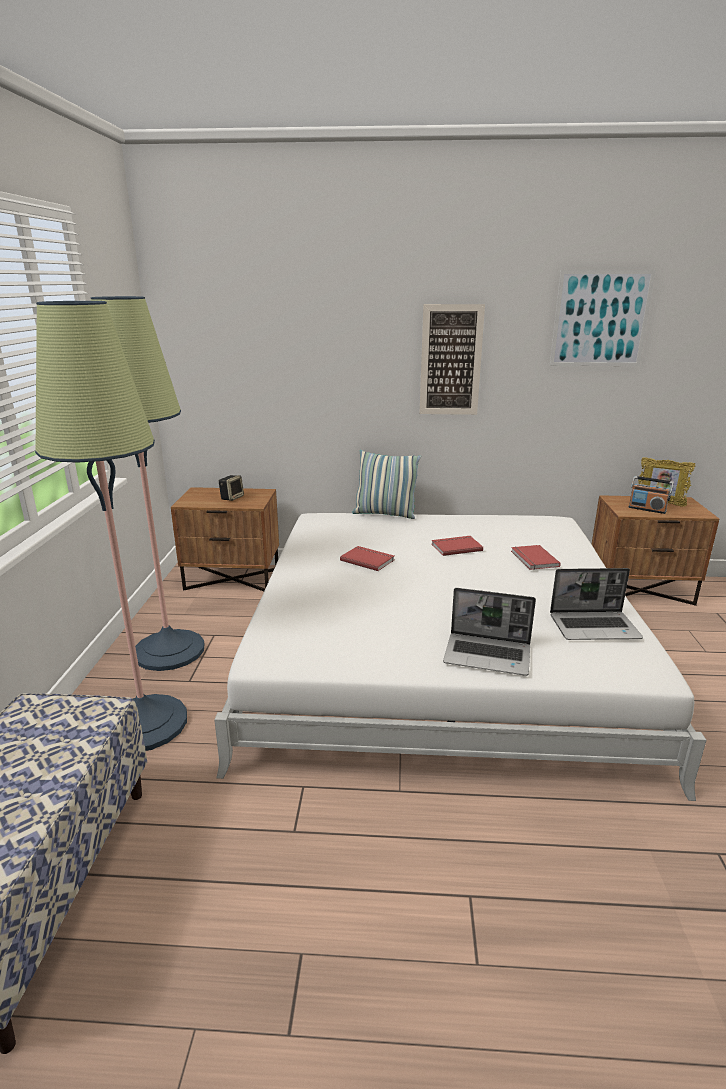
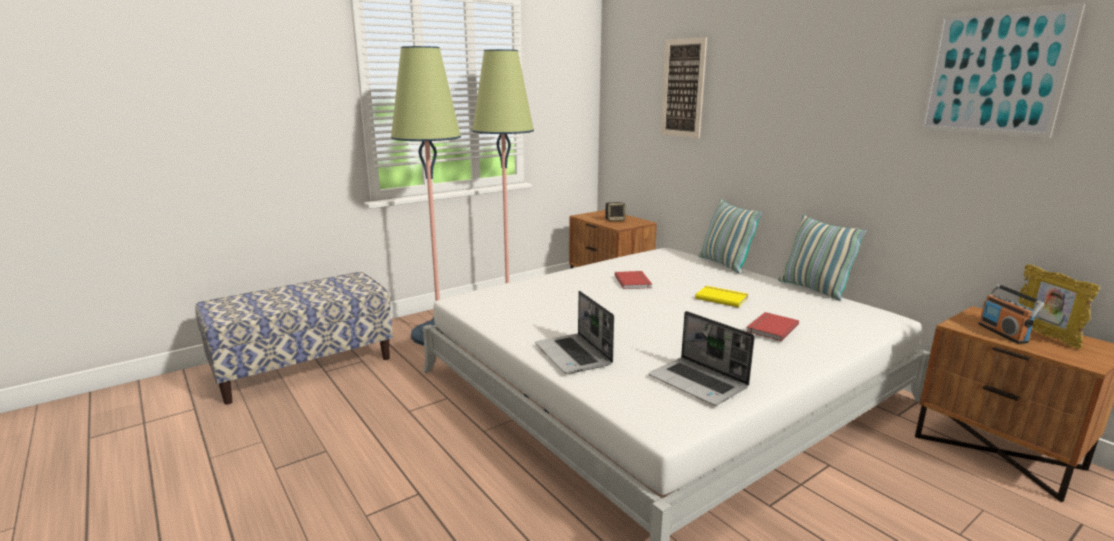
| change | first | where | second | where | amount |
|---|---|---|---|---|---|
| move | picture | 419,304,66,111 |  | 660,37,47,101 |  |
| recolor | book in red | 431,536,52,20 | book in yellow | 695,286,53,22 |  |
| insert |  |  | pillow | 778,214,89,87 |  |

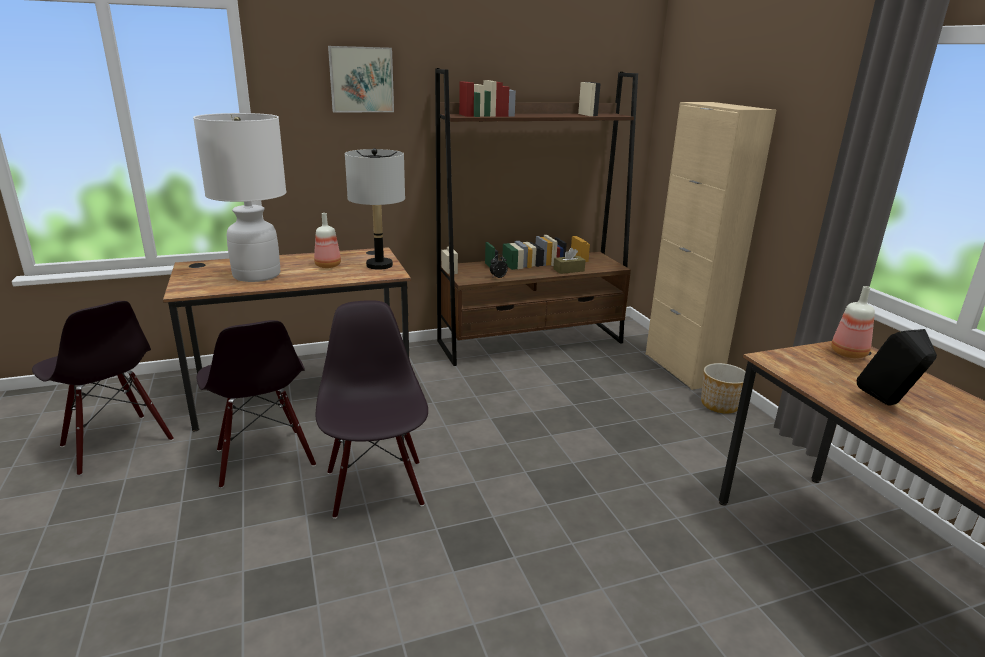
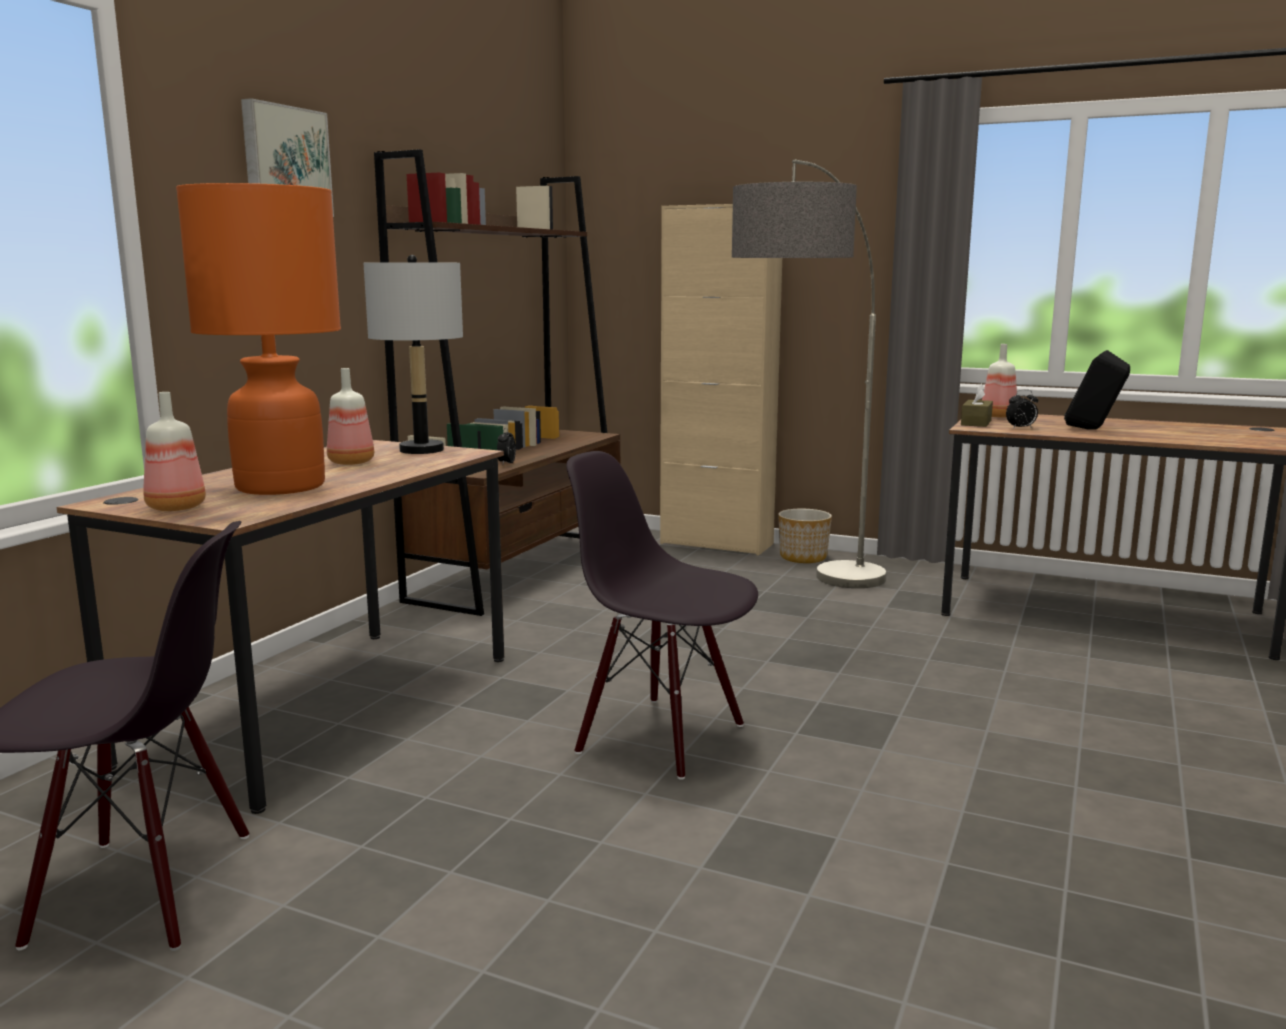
| change | first | where | second | where | amount |
|---|---|---|---|---|---|
| recolor | table lamp in white | 193,113,93,169 | table lamp in orange | 176,183,165,312 |  |
| delete | chair in black | 197,320,119,168 |  |  |  |
| move | tissue box in brown | 553,248,33,26 |  | 961,383,32,44 |  |
| insert |  |  | bottle | 143,392,63,119 |  |
| insert |  |  | floor lamp | 732,159,154,429 |  |
| insert |  |  | alarm clock | 1006,389,32,40 |  |

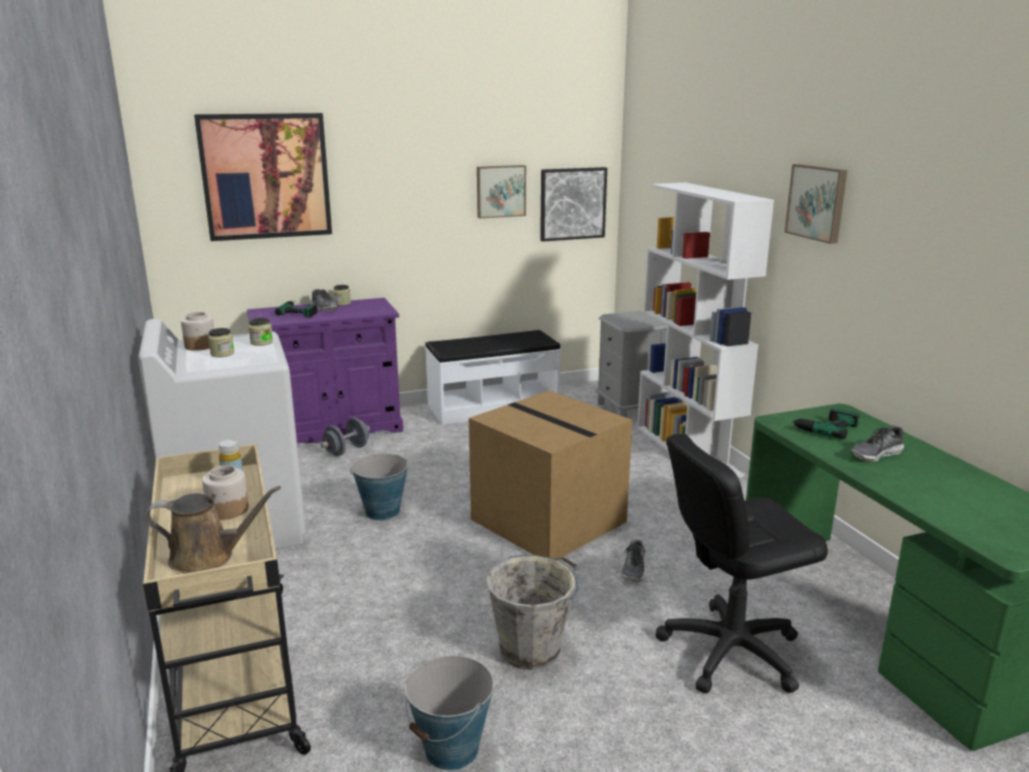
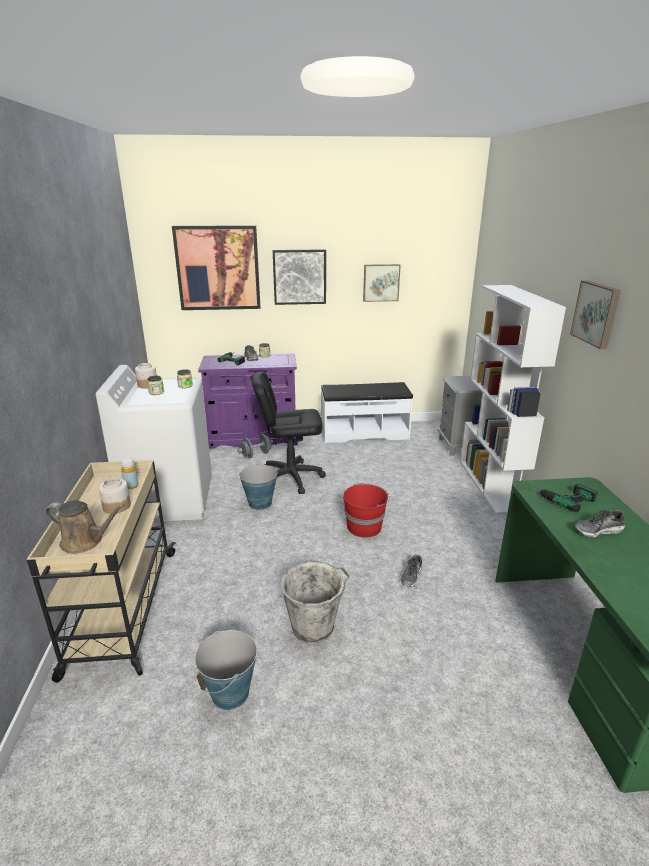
| change | first | where | second | where | amount |
|---|---|---|---|---|---|
| replace | cardboard box | 469,390,163,171 | bucket in red | 343,483,47,55 |  |
| move | picture | 540,167,67,75 |  | 273,249,53,56 |  |
| move | office chair in black | 655,434,173,259 |  | 252,372,74,122 |  |

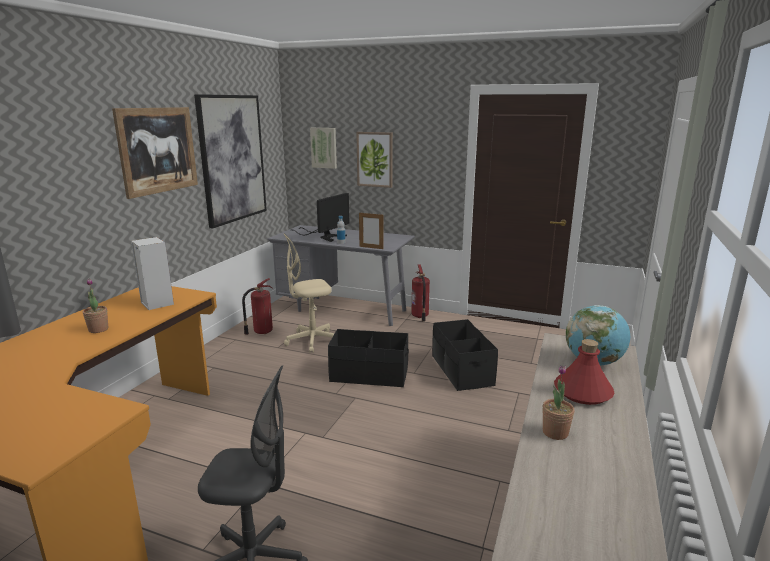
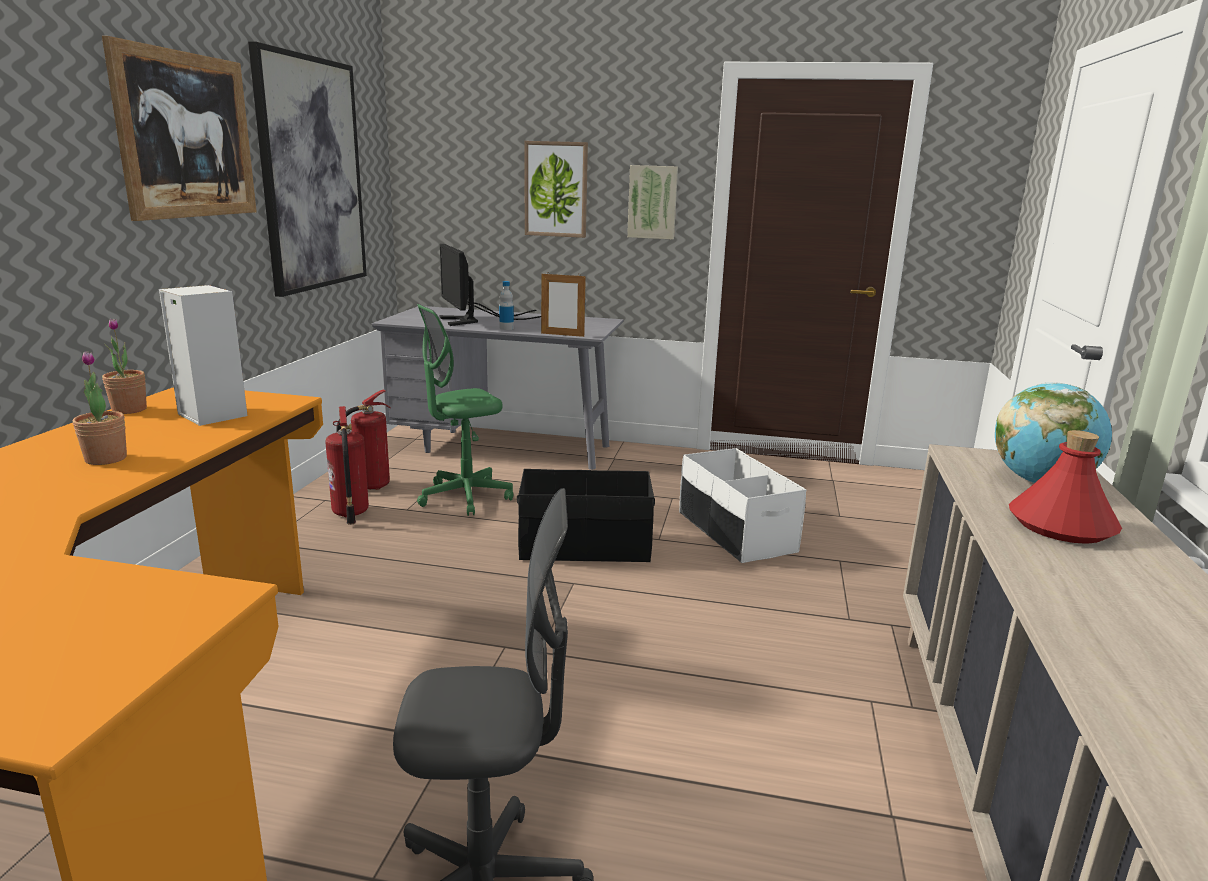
| change | first | where | second | where | amount |
|---|---|---|---|---|---|
| recolor | office chair in beige | 284,233,51,120 | office chair in green | 417,304,96,212 |  |
| rotate | monitor | 291,193,58,49 |  | 439,244,102,82 | 135 degrees clockwise |
| move | picture | 310,128,27,41 |  | 627,165,51,74 |  |
| move | fire extinguisher | 411,264,19,57 |  | 325,406,44,119 |  |
| recolor | storage box in black | 432,319,66,72 | storage box in white | 679,448,127,115 |  |
| move | potted plant | 542,365,33,75 |  | 102,318,45,96 |  |

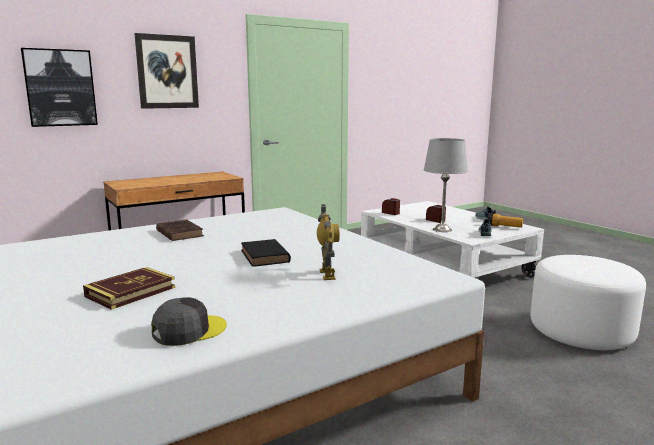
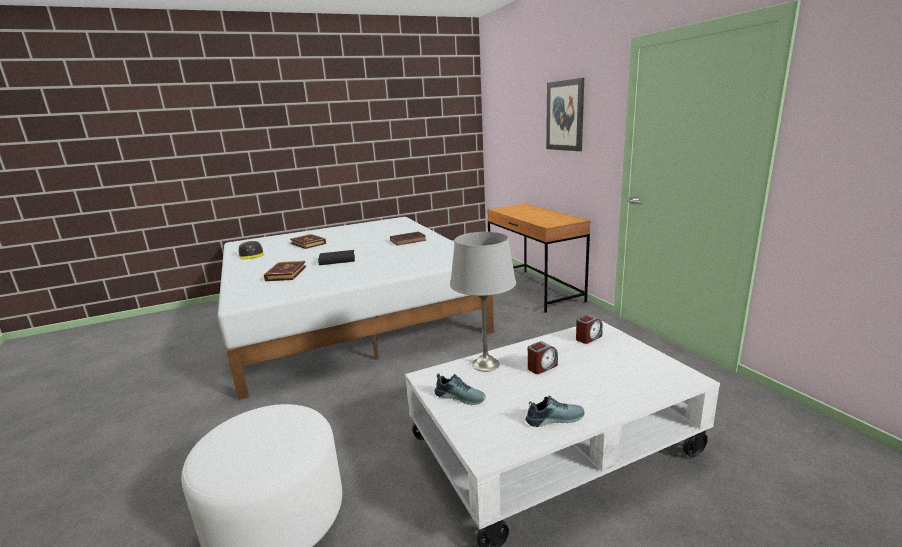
| change | first | where | second | where | amount |
|---|---|---|---|---|---|
| delete | picture | 21,48,77,79 |  |  |  |
| replace | toy robot | 317,205,23,75 | book | 264,261,42,20 |  |
| delete | flashlight | 488,213,35,15 |  |  |  |

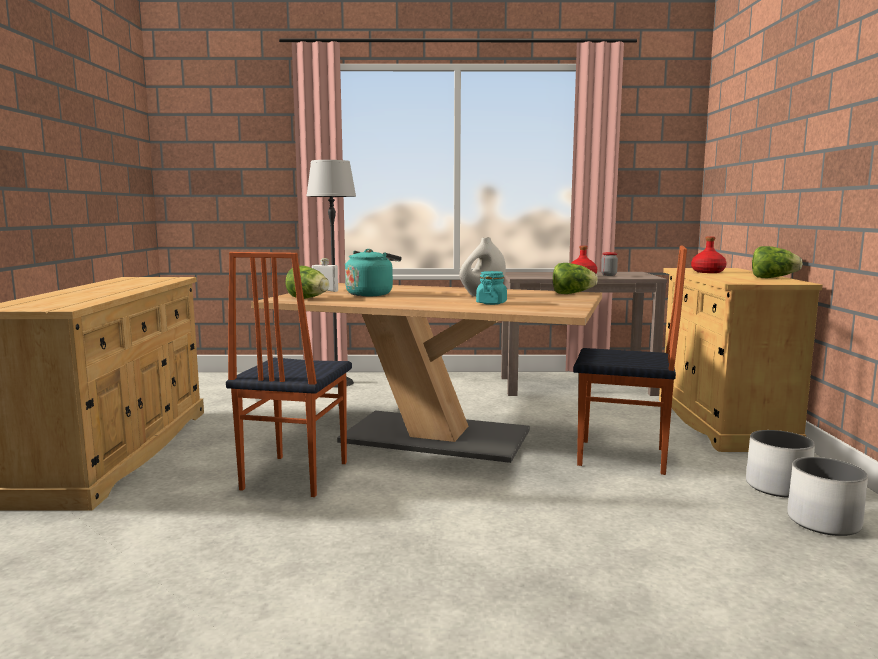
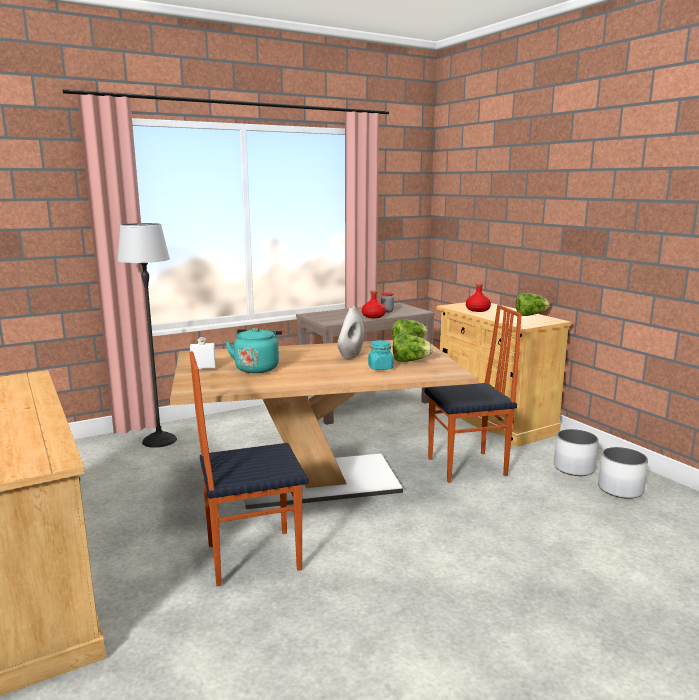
| change | first | where | second | where | amount |
|---|---|---|---|---|---|
| rotate | chair | 226,252,126,245 |  | 189,351,119,235 | 90 degrees clockwise |
| move | lettuce | 285,266,44,33 |  | 393,334,40,28 |  |

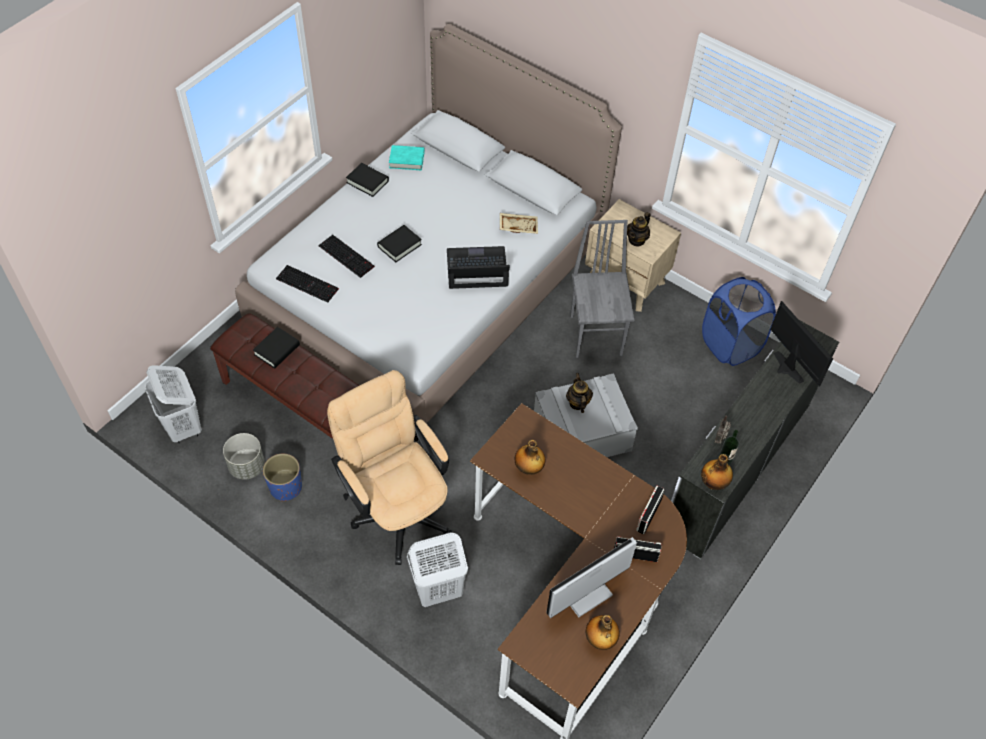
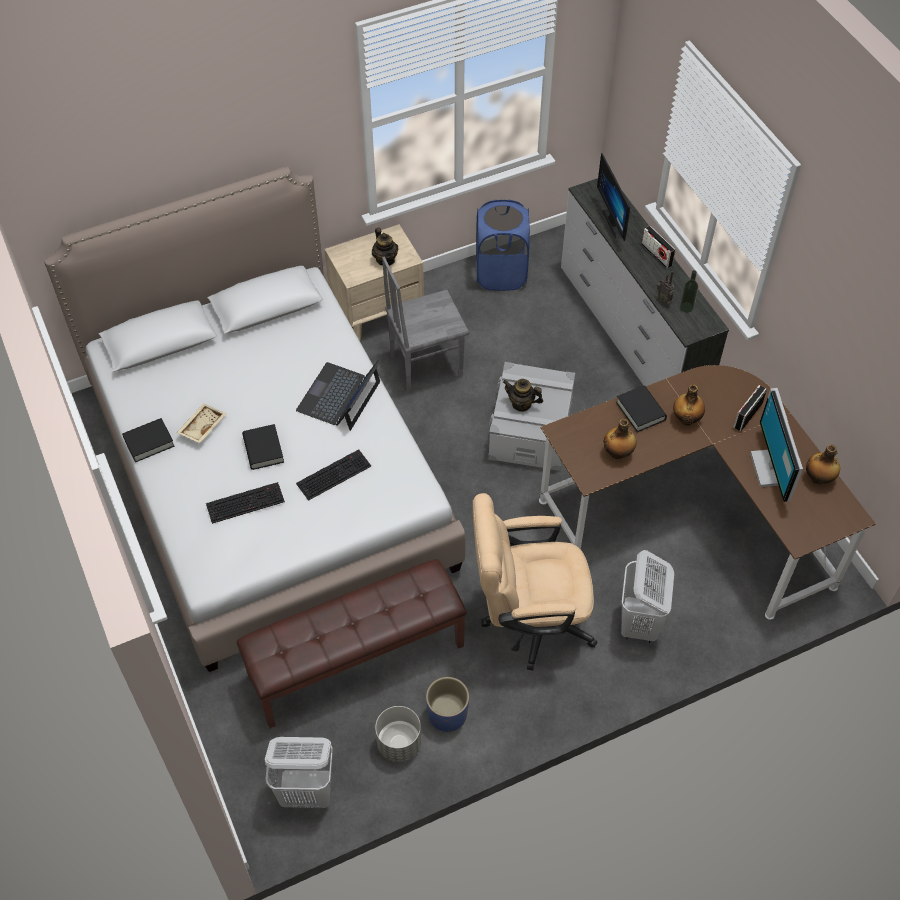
| change | first | where | second | where | amount |
|---|---|---|---|---|---|
| move | book in black | 253,327,47,41 |  | 616,385,51,47 |  |
| move | keyboard | 276,265,63,38 |  | 296,449,75,52 |  |
| delete | book in turquoise | 389,145,36,25 |  |  |  |
| move | tray in beige | 500,213,38,21 |  | 176,403,50,40 |  |
| rotate | chair in grey | 570,220,65,138 |  | 382,257,87,136 | 45 degrees counterclockwise |
| move | radio | 636,486,29,48 |  | 642,226,34,42 |  |
| move | bottle | 701,454,32,36 |  | 673,384,32,42 |  |
| rotate | monitor | 770,301,63,86 |  | 597,153,33,88 | 105 degrees counterclockwise |

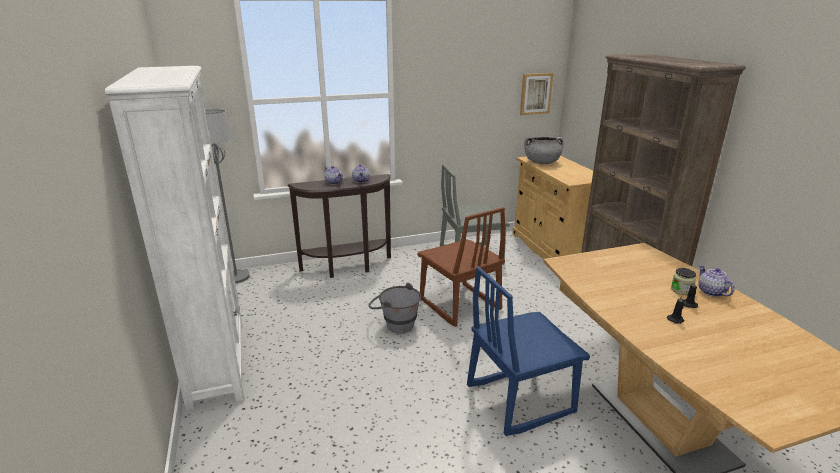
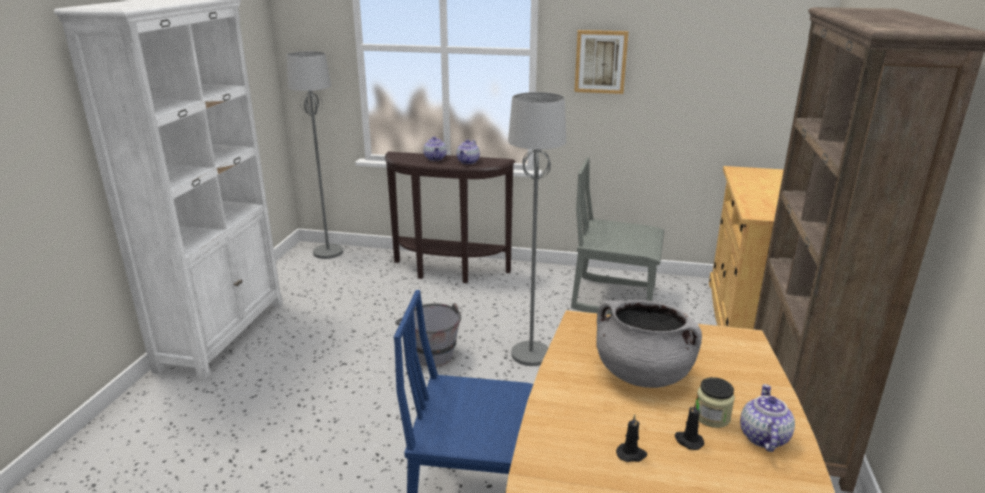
| change | first | where | second | where | amount |
|---|---|---|---|---|---|
| replace | chair in brown | 417,207,89,120 | floor lamp in grey | 508,92,58,274 |  |
| move | picture | 520,73,34,42 |  | 574,30,55,64 |  |
| move | cooking pot in grey | 524,136,40,28 |  | 596,300,106,88 |  |

